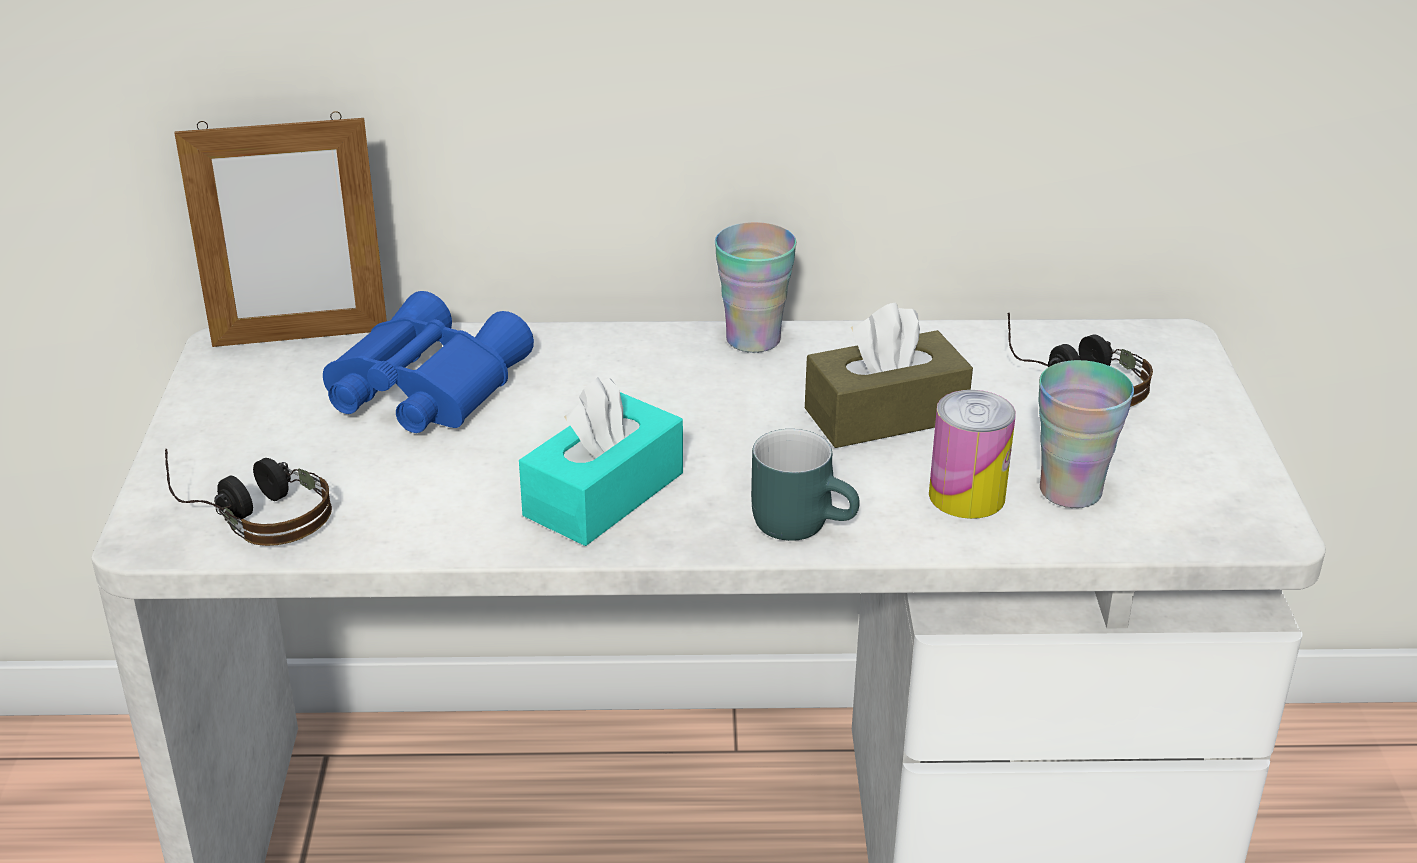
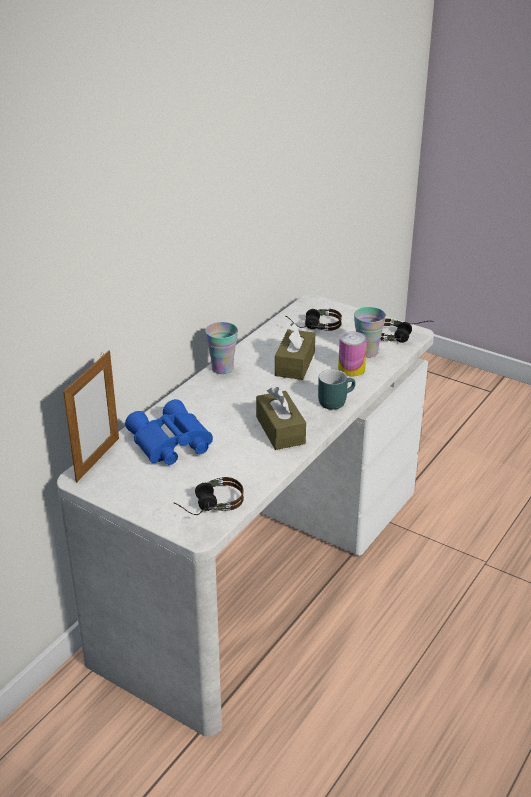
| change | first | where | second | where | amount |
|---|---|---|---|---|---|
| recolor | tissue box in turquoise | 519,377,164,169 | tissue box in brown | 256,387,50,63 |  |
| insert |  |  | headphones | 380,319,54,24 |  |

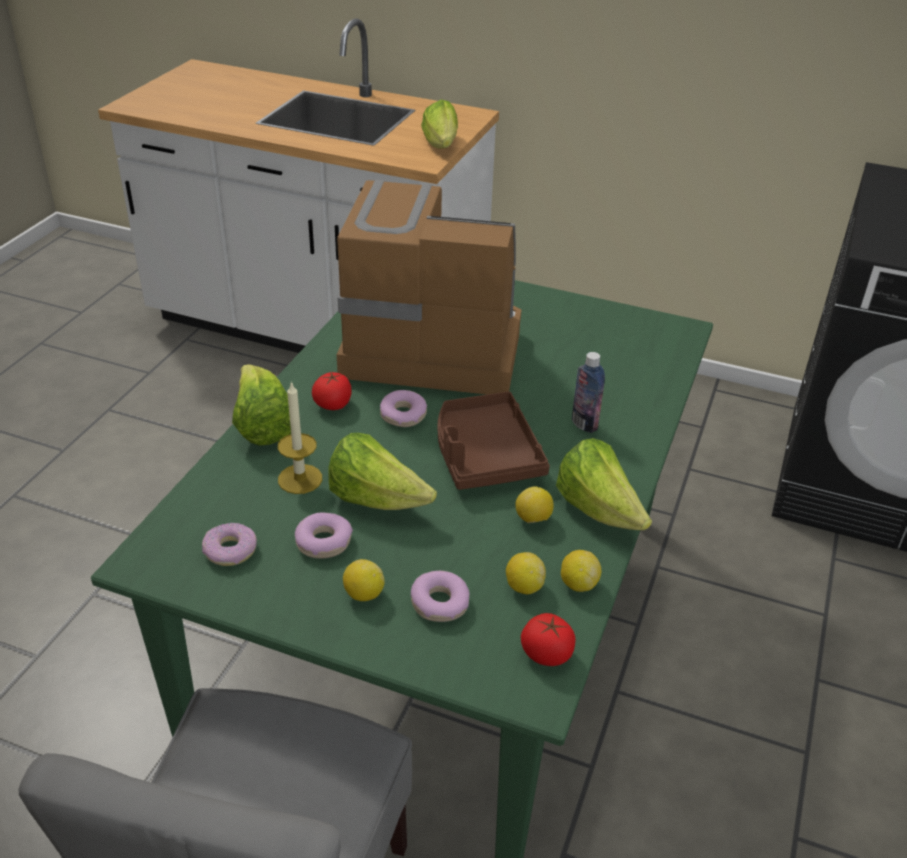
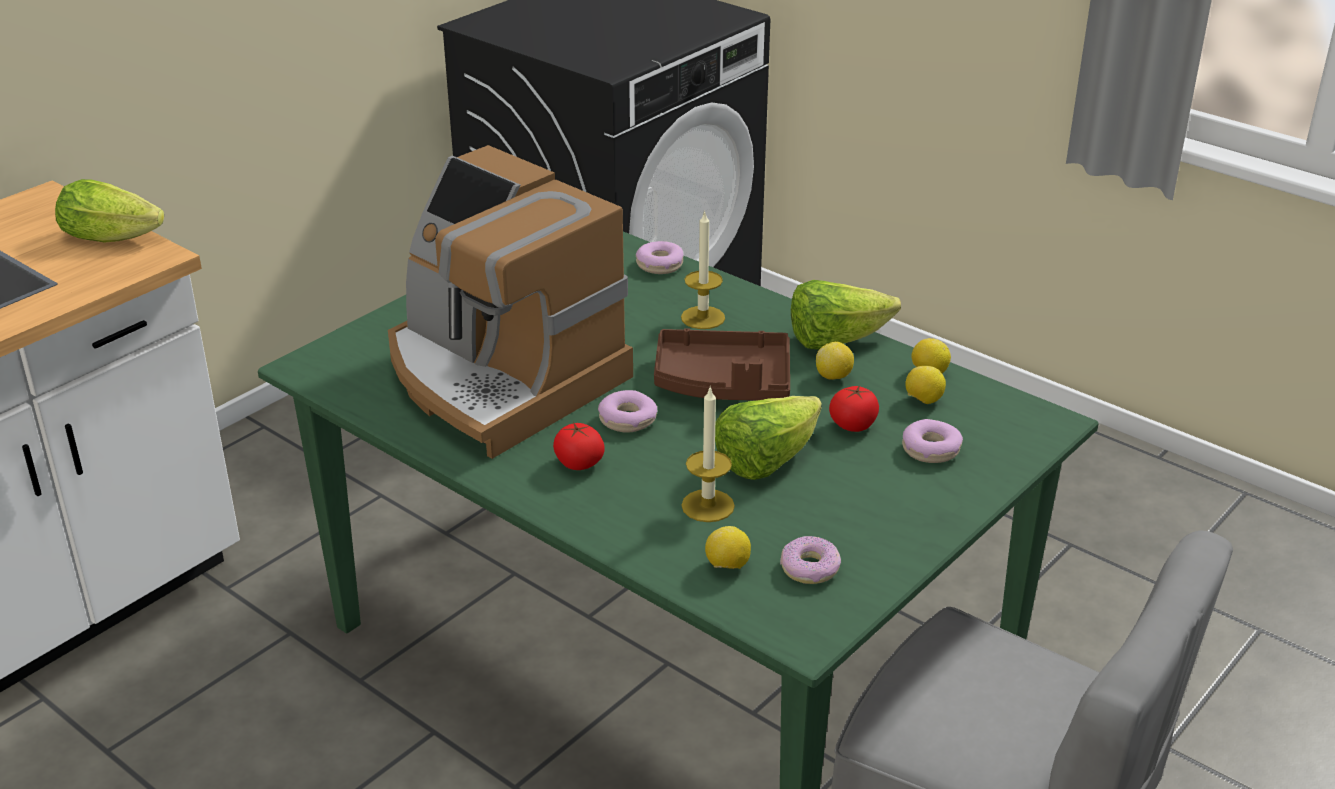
| change | first | where | second | where | amount |
|---|---|---|---|---|---|
| delete | lettuce | 232,364,59,82 |  |  |  |
| move | donut | 295,513,58,46 |  | 636,241,48,33 |  |
| rotate | coffee machine | 337,180,185,214 |  | 388,145,245,314 | 75 degrees counterclockwise |
| move | lemon | 343,559,42,42 |  | 705,526,46,43 |  |
| move | tomato | 521,613,55,53 |  | 829,385,50,47 |  |
| replace | bottle | 572,352,33,81 | candle | 681,210,44,119 |  |

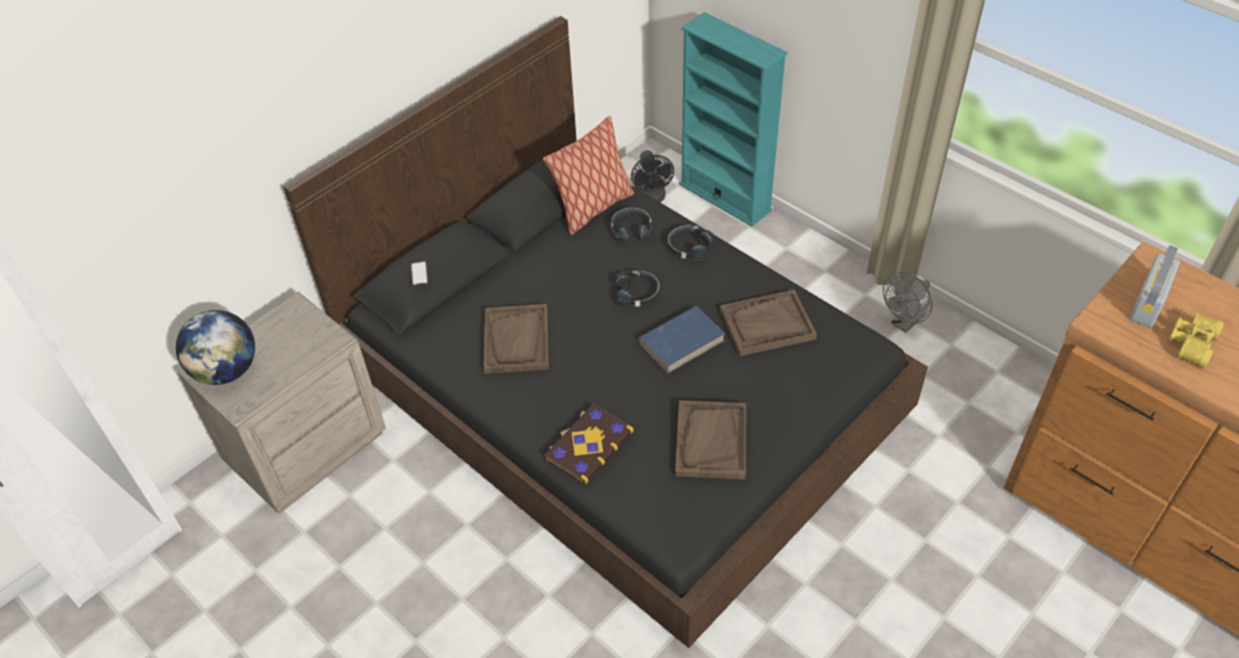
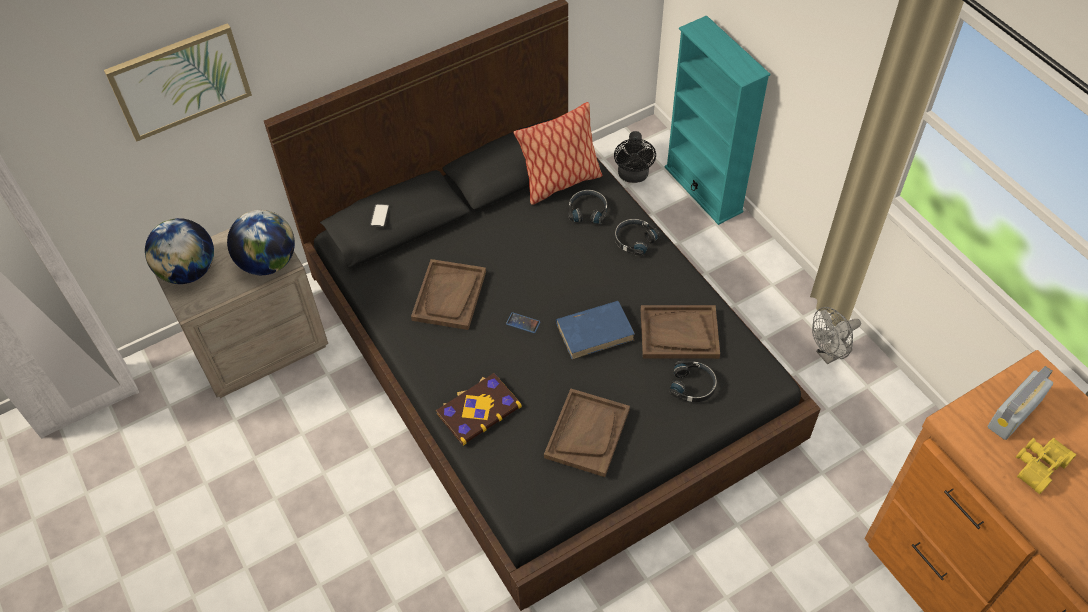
| change | first | where | second | where | amount |
|---|---|---|---|---|---|
| move | headphones in black | 615,271,45,36 |  | 670,361,47,41 |  |
| insert |  |  | picture | 104,23,148,119 |  |
| insert |  |  | globe | 227,210,68,65 |  |
| insert |  |  | phone | 506,312,34,21 |  |

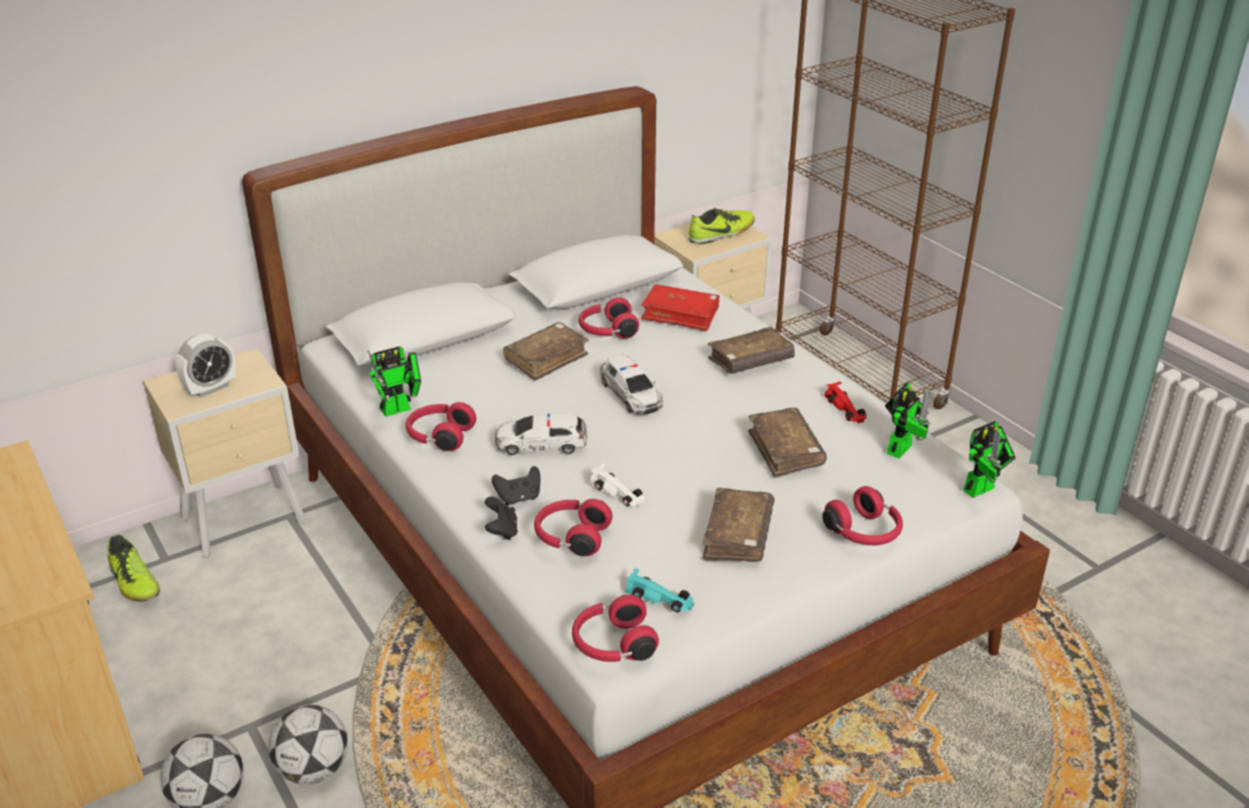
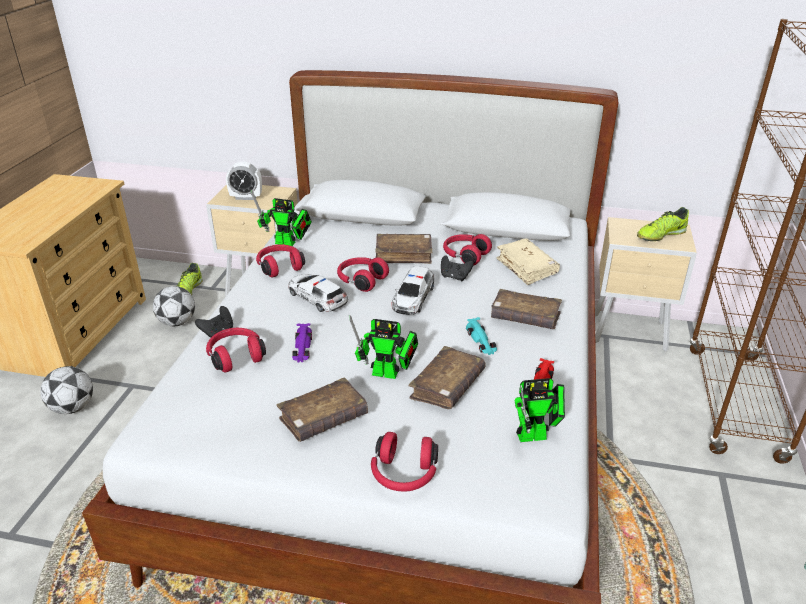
| change | first | where | second | where | amount |
|---|---|---|---|---|---|
| move | football | 268,705,80,80 |  | 153,286,42,40 |  |
| move | game controller in black | 492,466,48,39 |  | 441,255,33,27 |  |
| move | headphones in red | 572,595,87,67 |  | 337,257,52,35 |  |
| recolor | toy car in white | 590,464,55,42 | toy car in purple | 292,323,20,39 |  |
| move | toy car in turquoise | 625,568,69,44 |  | 466,317,31,38 |  |
| recolor | book in red | 641,284,78,47 | book in beige | 496,238,64,47 |  |
| rotate | shoe | 689,208,66,36 |  | 637,207,52,34 | 135 degrees clockwise |
| move | toy robot | 963,421,53,77 |  | 349,315,69,64 |  |

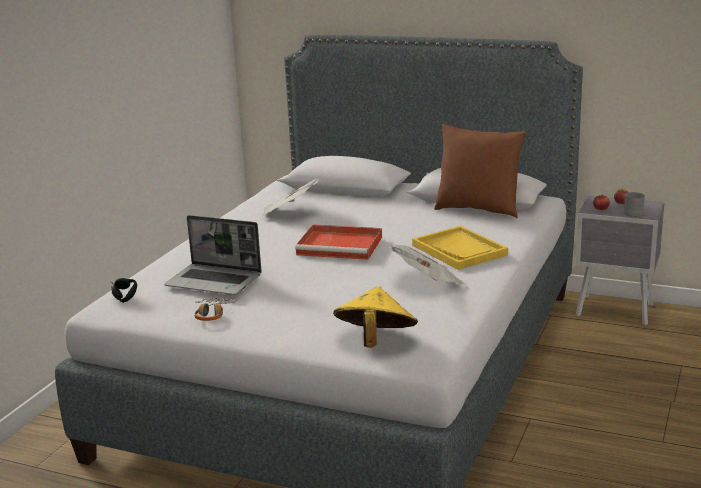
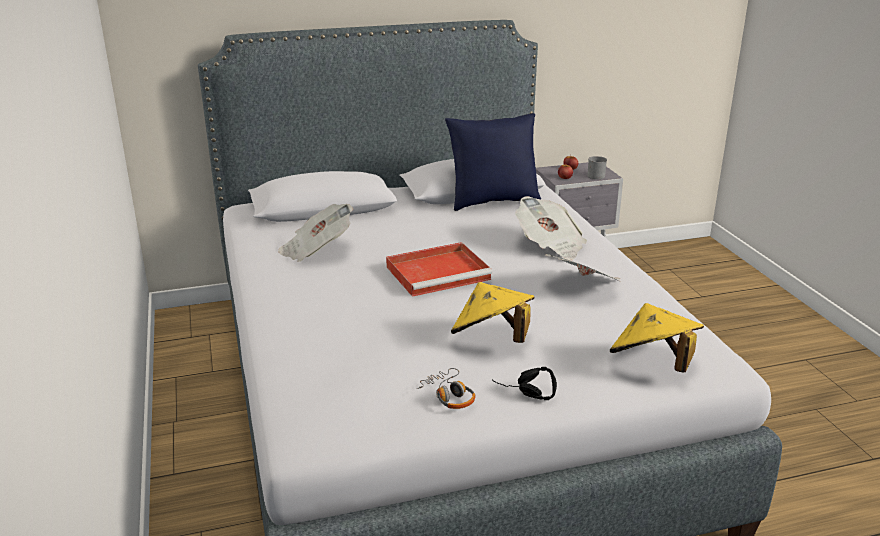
| change | first | where | second | where | amount |
|---|---|---|---|---|---|
| move | headphones in black | 110,278,27,25 |  | 492,367,65,33 |  |
| delete | laptop | 164,215,98,80 |  |  |  |
| replace | tray in yellow | 412,226,96,44 | newspaper | 515,196,72,64 |  |
| recolor | pillow in brown | 434,124,93,94 | pillow in blue | 445,113,96,98 |  |
| insert |  |  | hat in yellow | 451,282,84,61 |  |

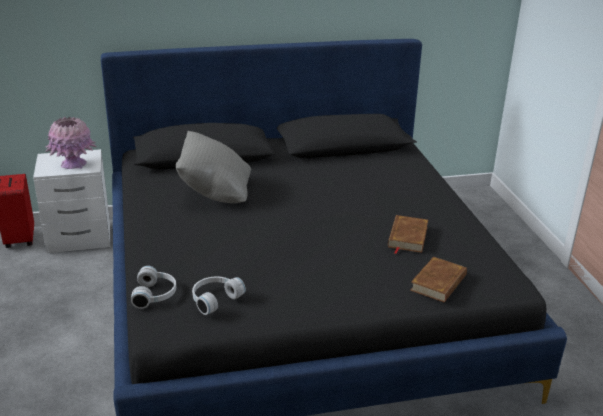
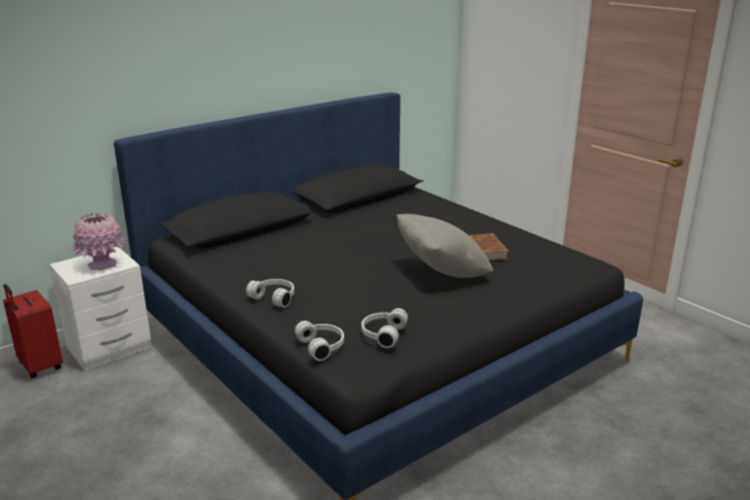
| change | first | where | second | where | amount |
|---|---|---|---|---|---|
| move | pillow in grey | 176,131,75,72 |  | 397,214,96,64 |  |
| delete | book in brown | 410,257,57,45 |  |  |  |
| insert |  |  | headphones in white | 246,279,48,28 |  |

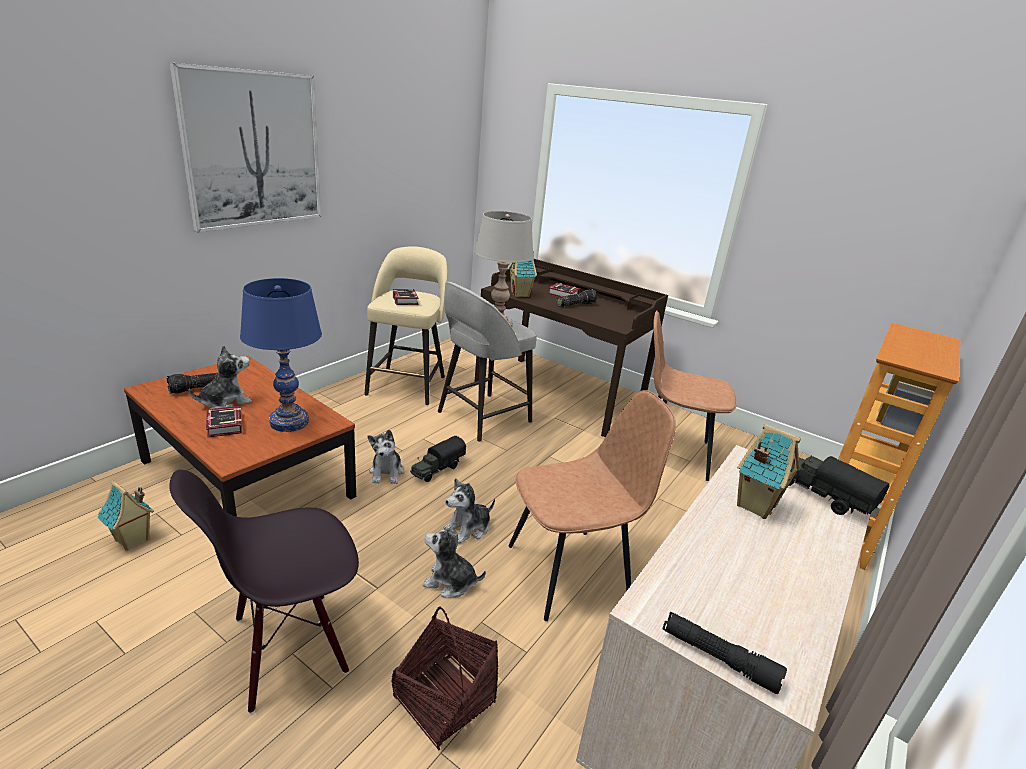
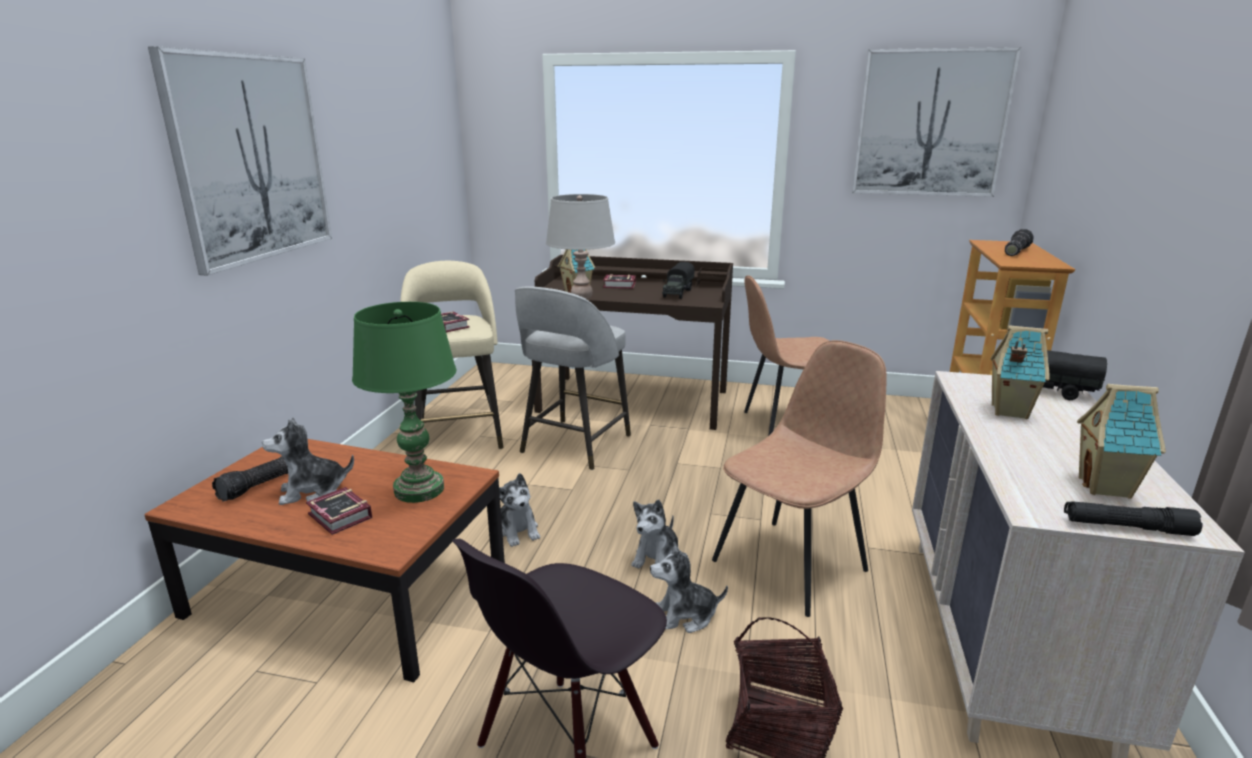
| change | first | where | second | where | amount |
|---|---|---|---|---|---|
| move | toy house | 97,481,57,70 |  | 1077,384,89,115 |  |
| rotate | plush toy | 188,345,64,64 |  | 262,418,92,87 | 135 degrees counterclockwise |
| recolor | table lamp in blue | 240,278,82,154 | table lamp in green | 352,302,104,201 |  |
| move | toy truck | 410,436,56,46 |  | 662,262,33,37 |  |
| move | flashlight | 557,290,40,17 |  | 1005,229,29,27 |  |
| insert |  |  | picture | 852,47,169,150 |  |

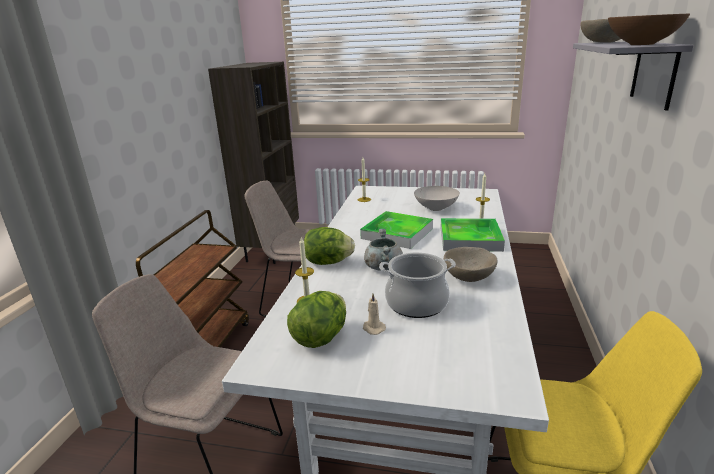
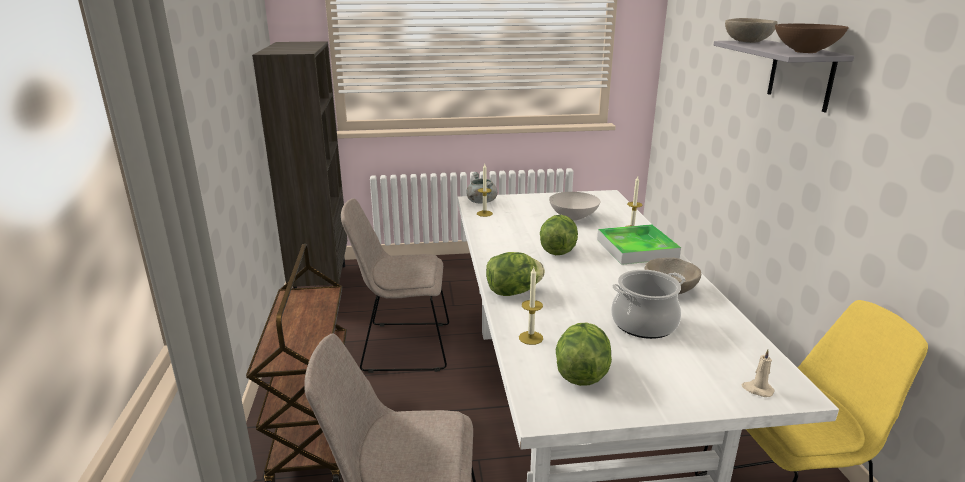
| change | first | where | second | where | amount |
|---|---|---|---|---|---|
| replace | tray | 360,211,73,38 | lettuce | 540,215,38,40 |  |
| move | candle in beige | 363,294,23,41 |  | 742,349,33,48 |  |
| move | cooking pot in grey | 364,229,39,42 |  | 467,172,30,31 |  |

